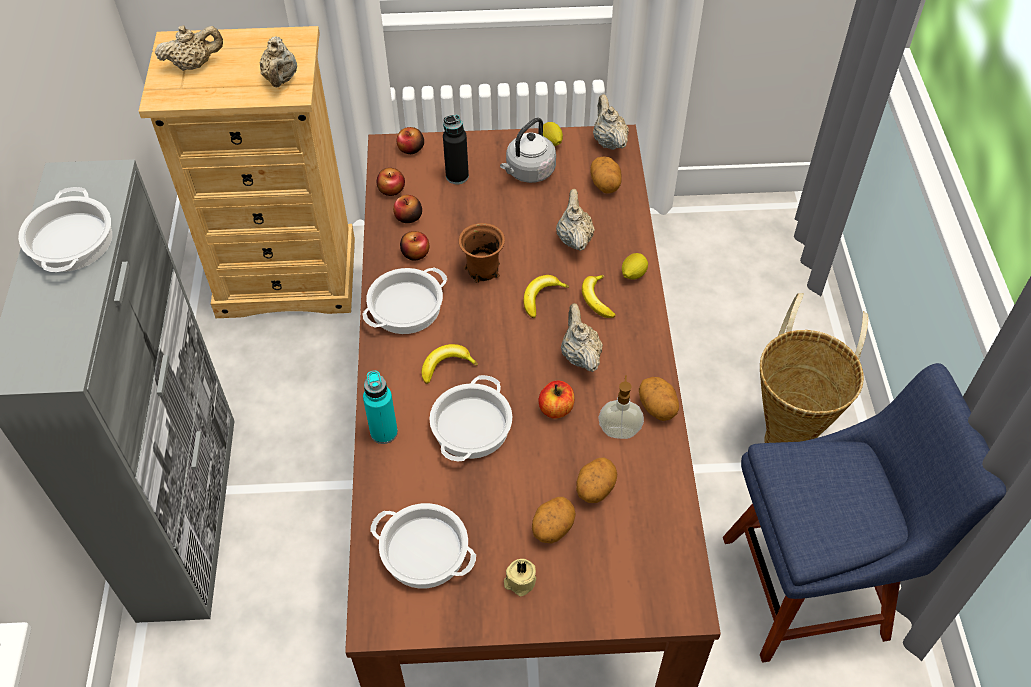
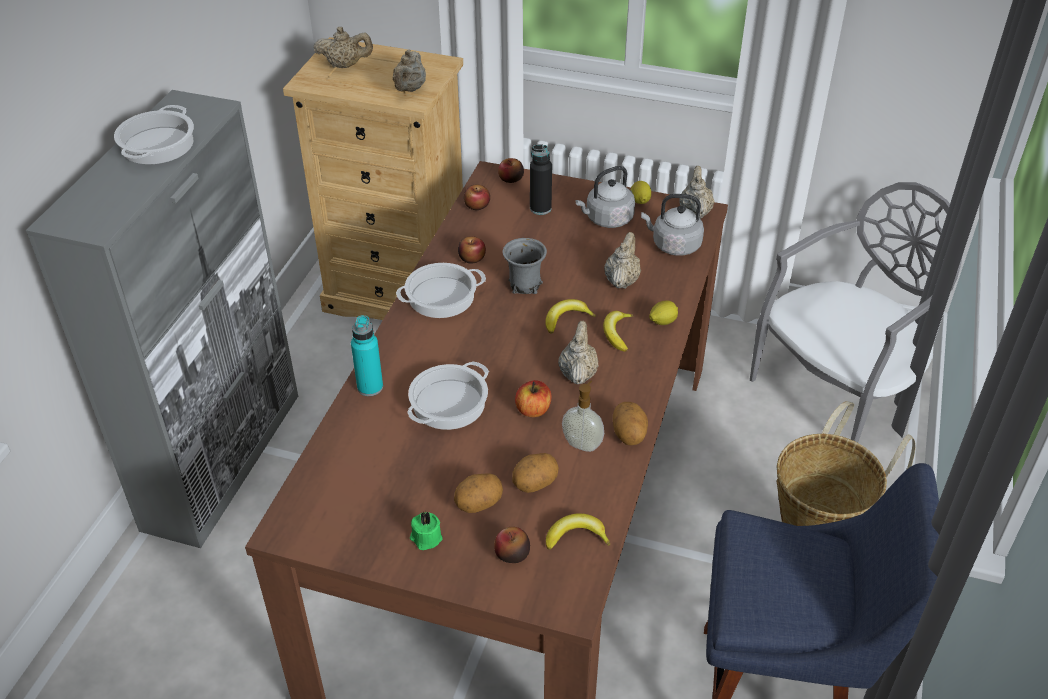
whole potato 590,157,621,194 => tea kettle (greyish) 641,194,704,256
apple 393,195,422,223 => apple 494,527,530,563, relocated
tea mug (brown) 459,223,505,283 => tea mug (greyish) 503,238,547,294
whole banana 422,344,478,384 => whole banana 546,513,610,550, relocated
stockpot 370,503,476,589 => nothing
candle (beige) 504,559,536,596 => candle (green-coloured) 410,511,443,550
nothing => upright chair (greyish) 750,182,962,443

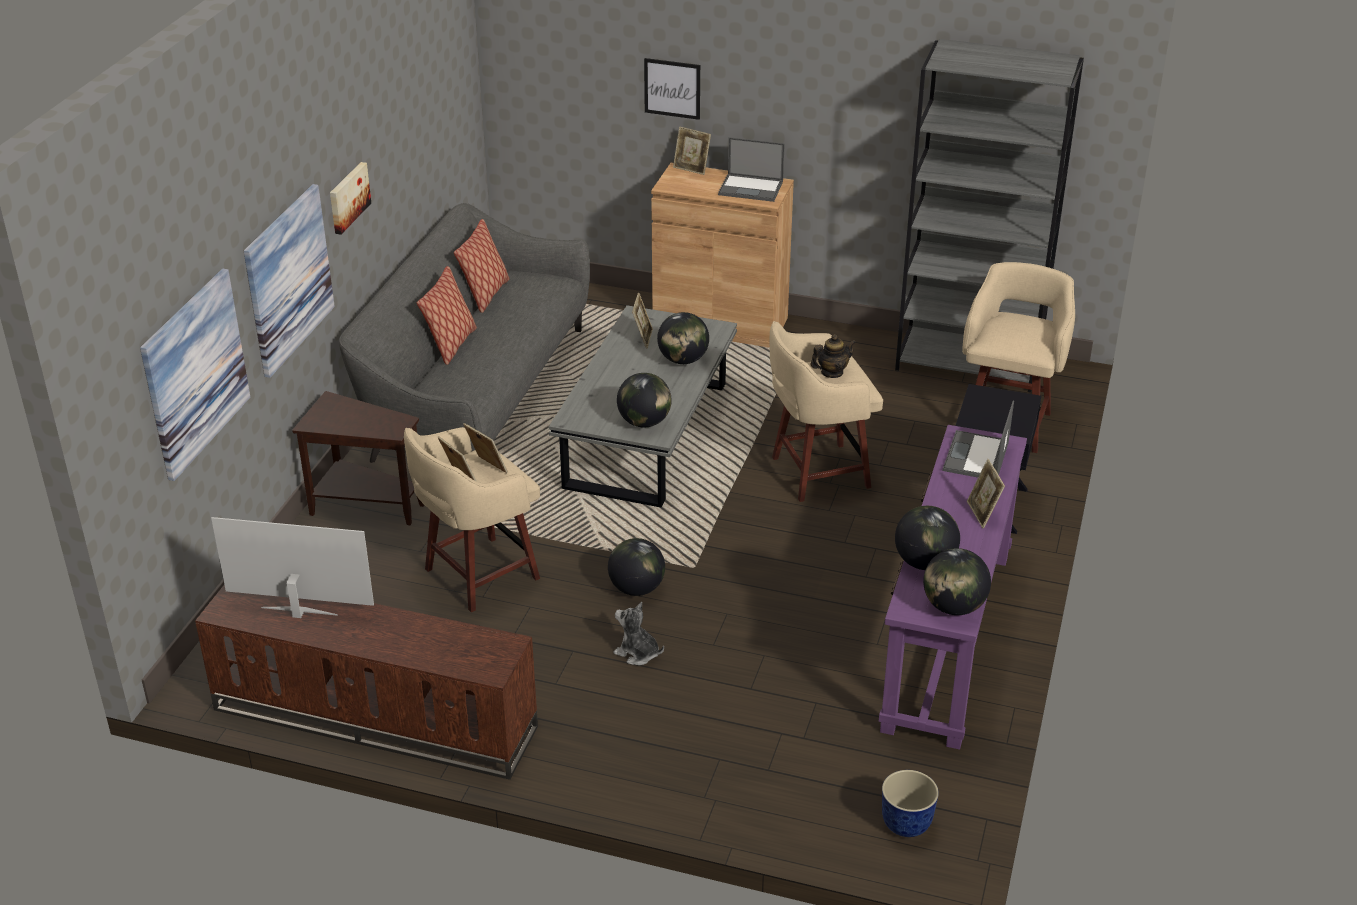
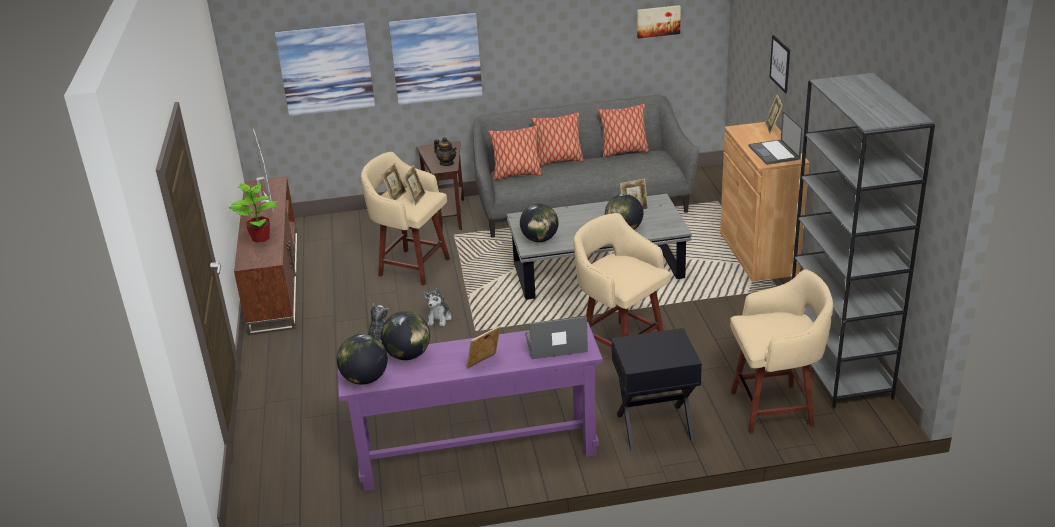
wall picture 330,162,371,235 => wall picture 637,5,681,39, relocated
tea pot 810,334,856,378 => tea pot 434,137,457,166, relocated
desk globe 608,538,665,596 => soft toy 423,288,452,327
flower pot 882,770,939,837 => nothing
nothing => throw pillow 488,125,542,180
nothing => plant in a pot 229,184,278,243

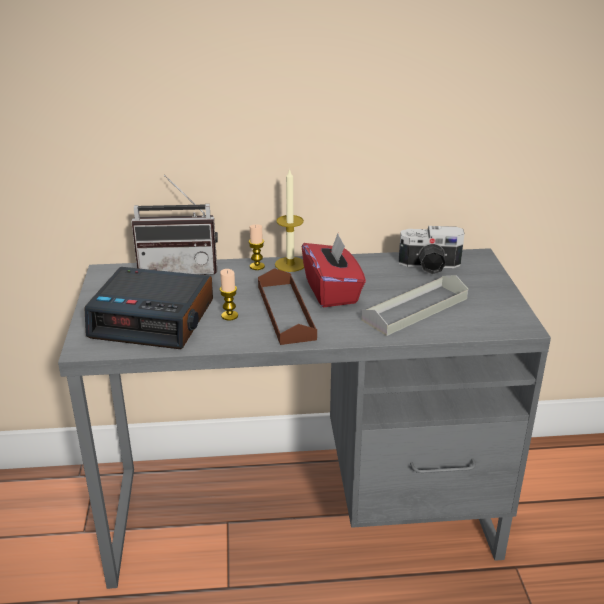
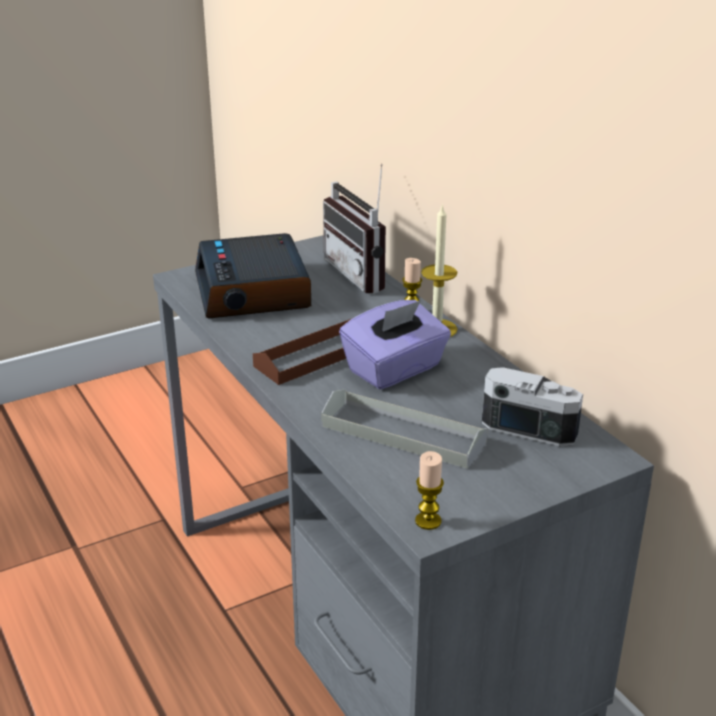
photo camera 399,226,464,274 => photo camera 482,367,583,446, 135 degrees clockwise
tissue box (red-coloured) 302,234,366,307 => tissue box (purplish) 339,300,451,389
candle 220,269,238,320 => candle 415,451,444,530, relocated

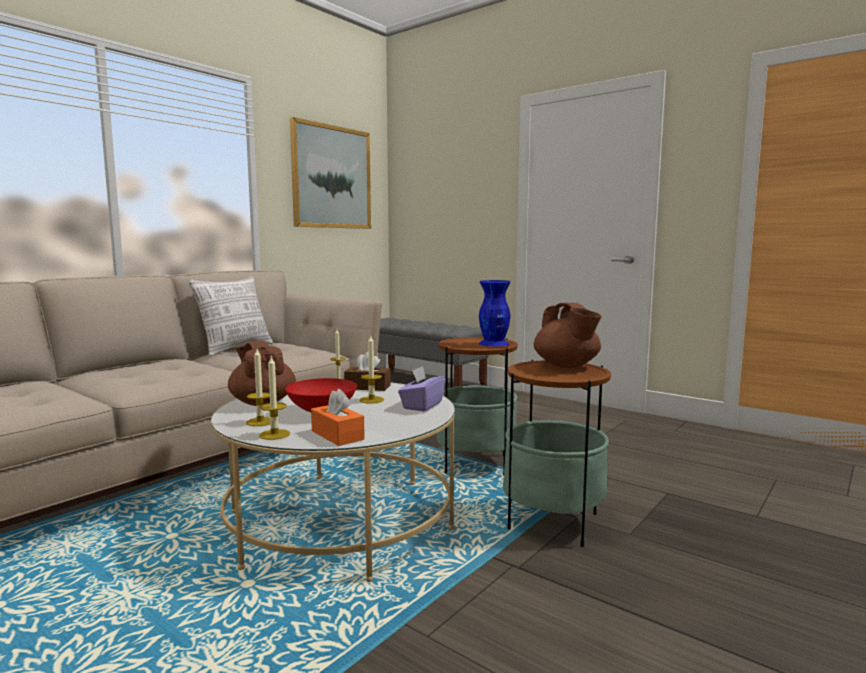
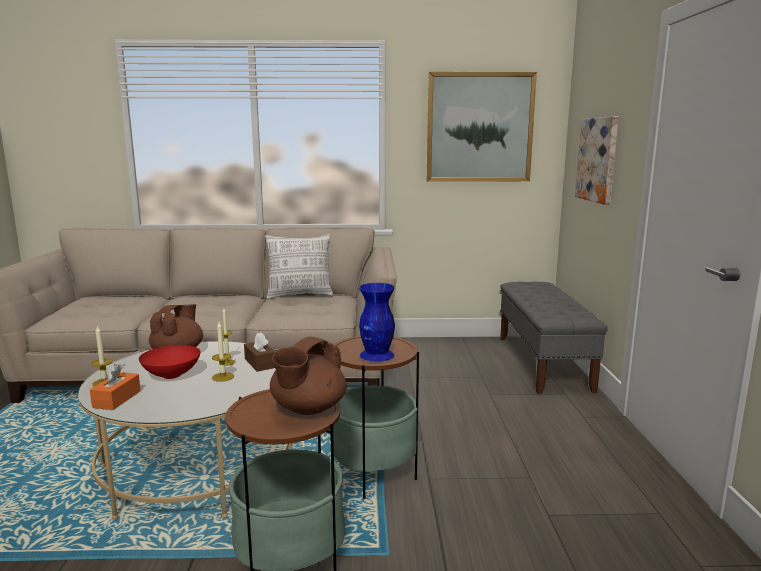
candle 246,349,270,426 => nothing
tissue box (purplish) 398,366,446,411 => nothing
nothing => wall picture 575,116,619,205

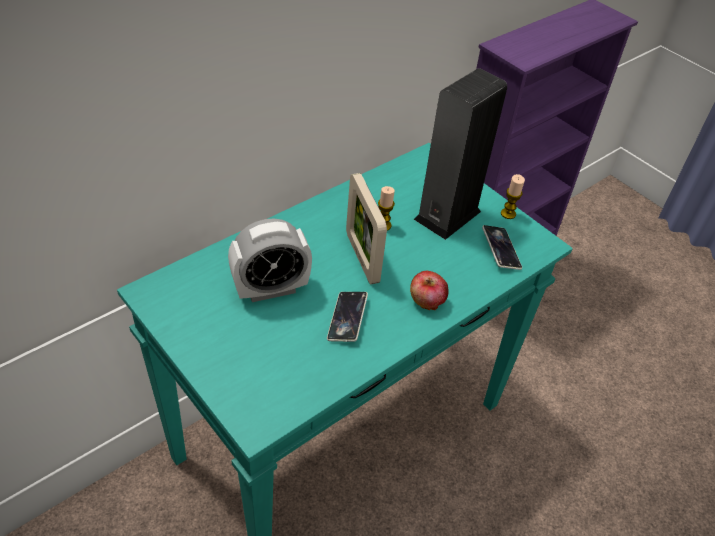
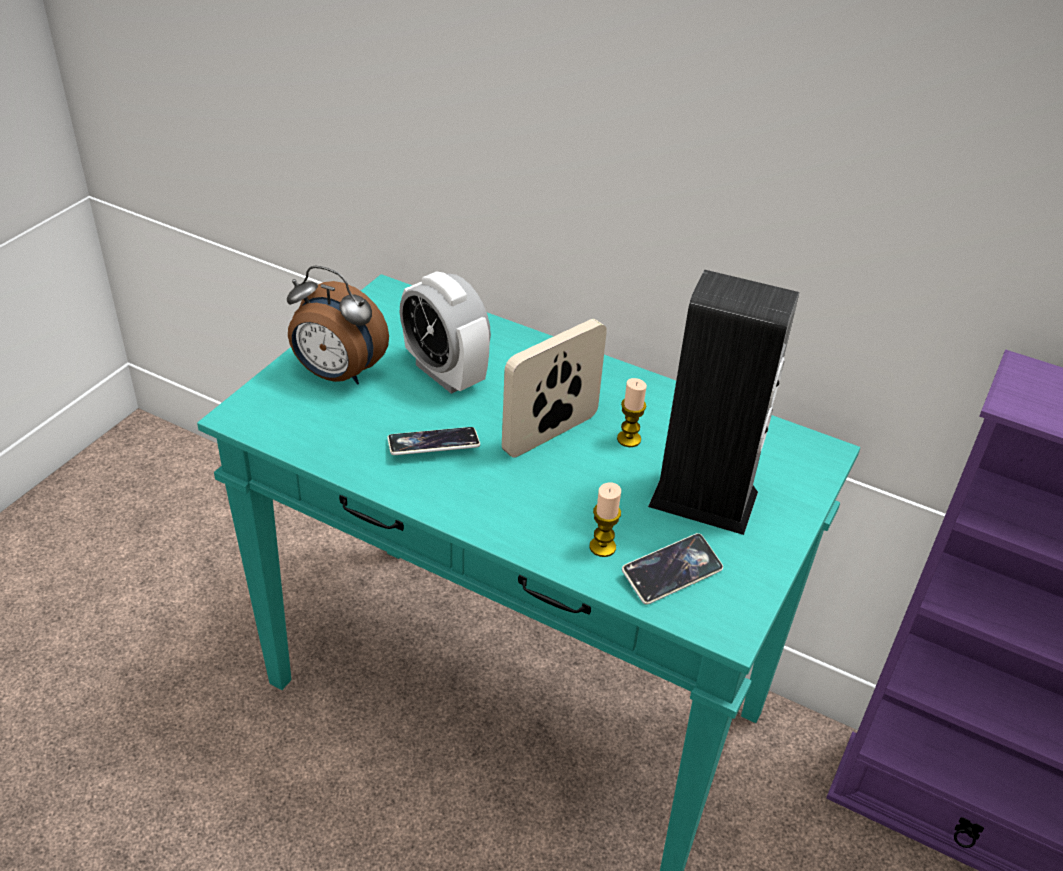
candle 501,174,525,219 => candle 590,482,621,557, relocated
apple 410,271,449,310 => nothing
nothing => alarm clock 287,266,389,385

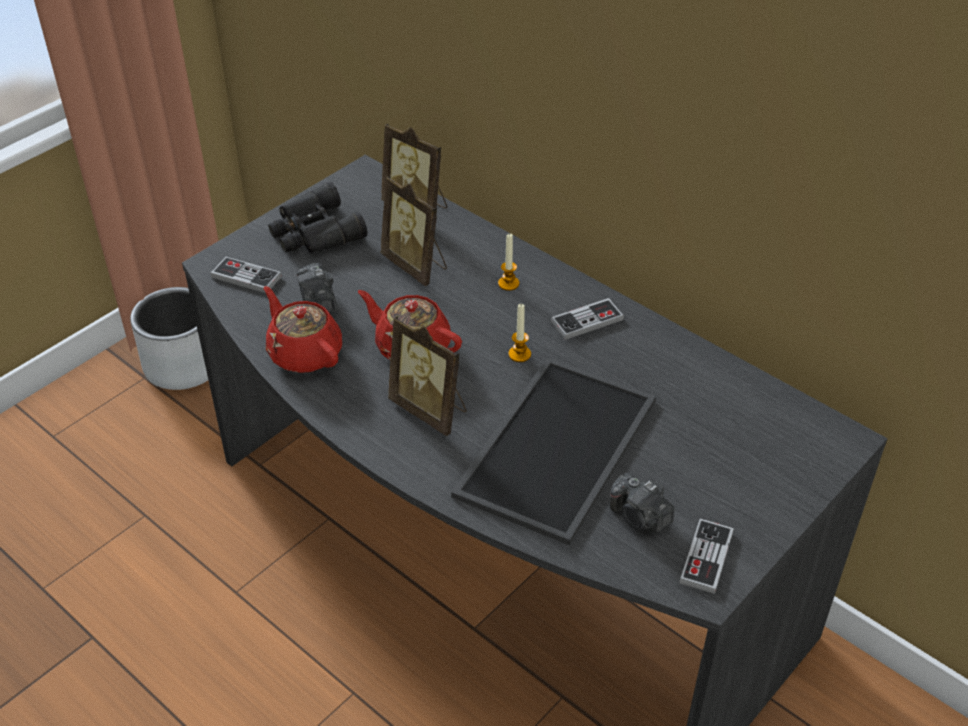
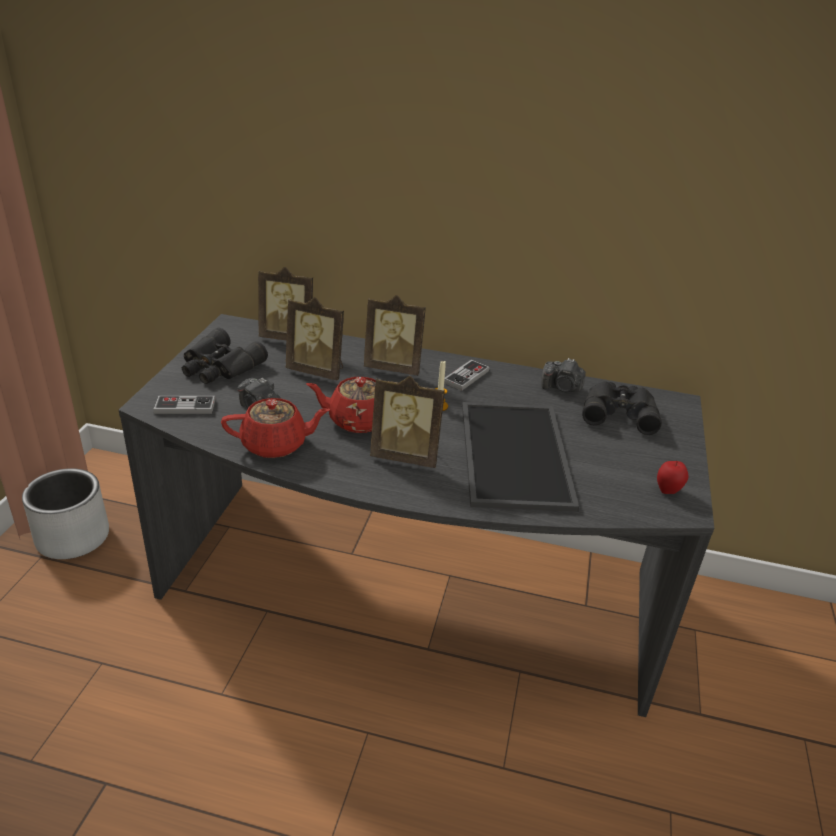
candle 498,233,519,291 => photo frame 364,295,426,375
tea pot (red-coloured) 264,286,342,373 => tea pot (red-coloured) 221,398,330,458, 150 degrees clockwise
photo camera 610,473,675,532 => photo camera 541,358,586,392, relocated
game controller 679,518,734,594 => apple 657,460,689,494
nothing => binoculars (black-coloured) 582,381,662,435

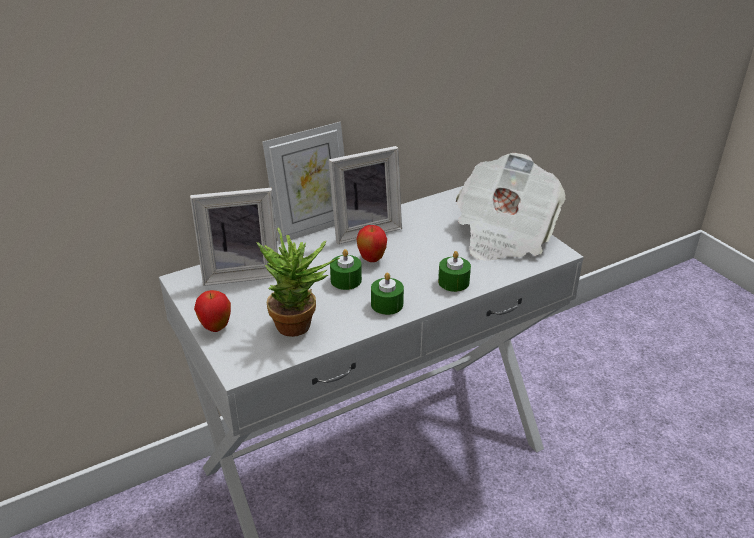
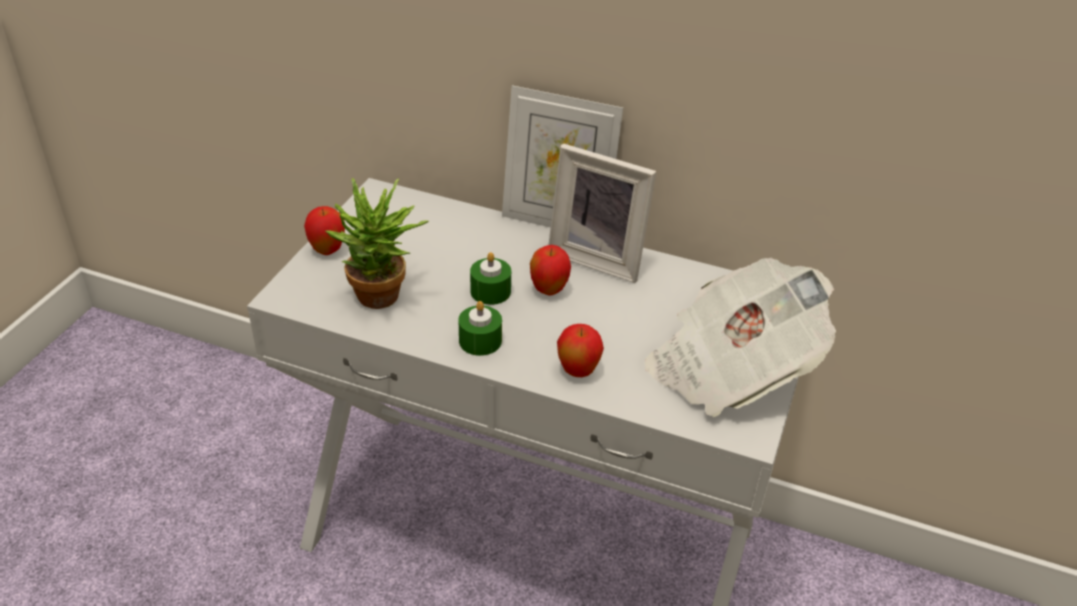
photo frame 190,188,278,286 => nothing
candle (green-coloured) 438,251,471,292 => apple 557,324,604,377

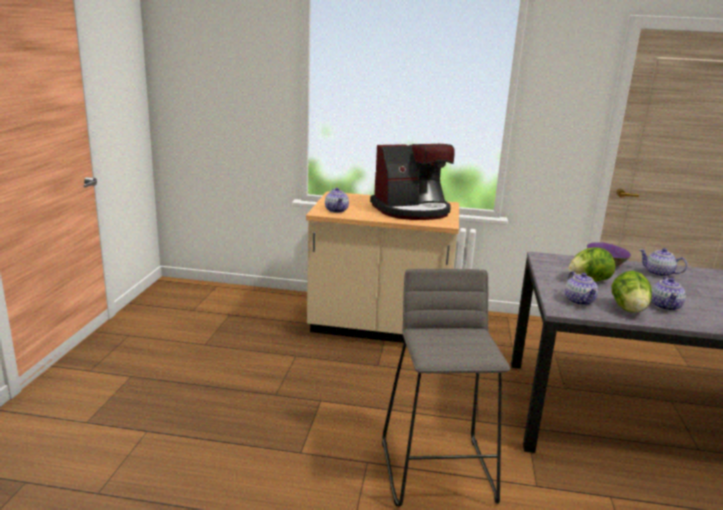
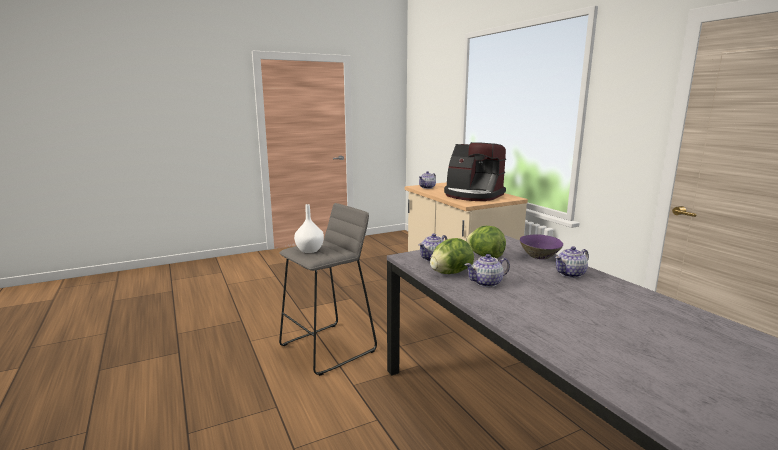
tea pot 639,248,687,277 => tea pot 555,246,589,278, 120 degrees counterclockwise
nothing => vase (white-coloured) 294,204,324,253

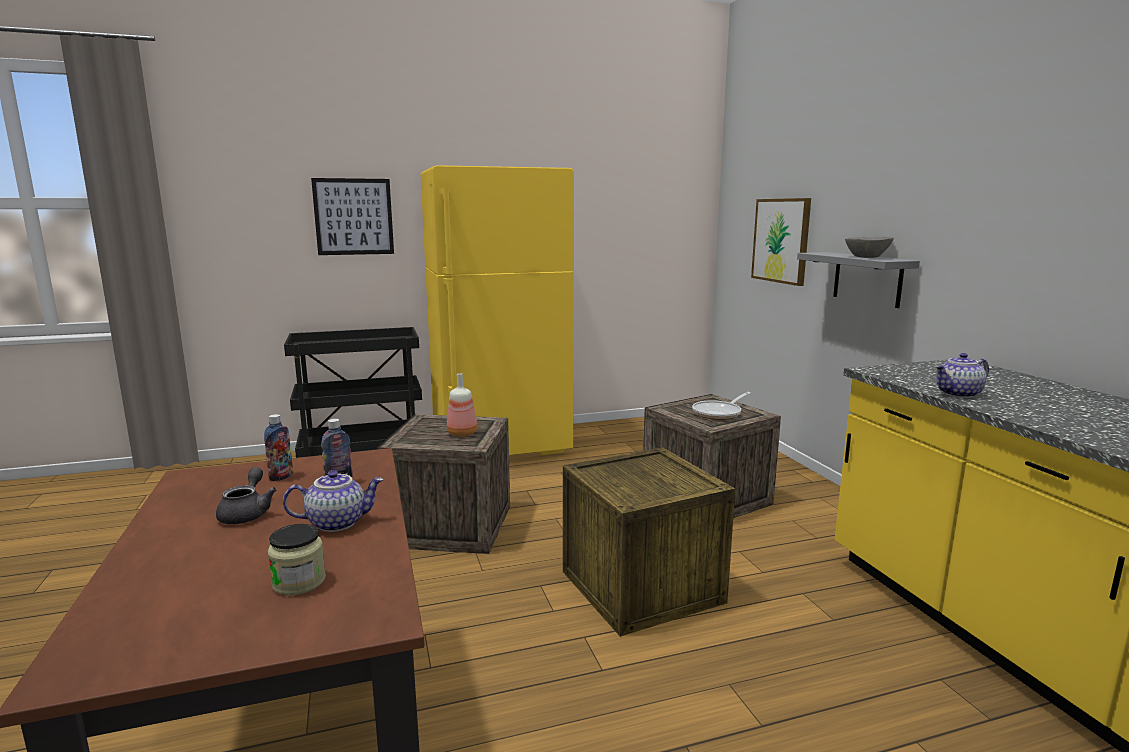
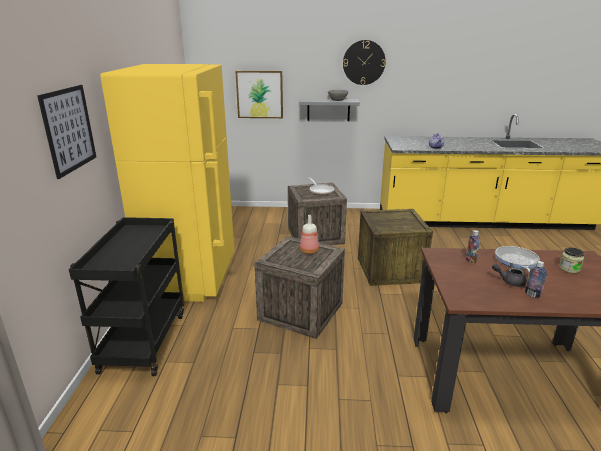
drink bottle 264,414,293,481 => drink bottle 525,261,547,298, relocated
tea pot 283,470,384,532 => frying pan 495,246,540,271
nothing => hanging clock 343,40,386,85

